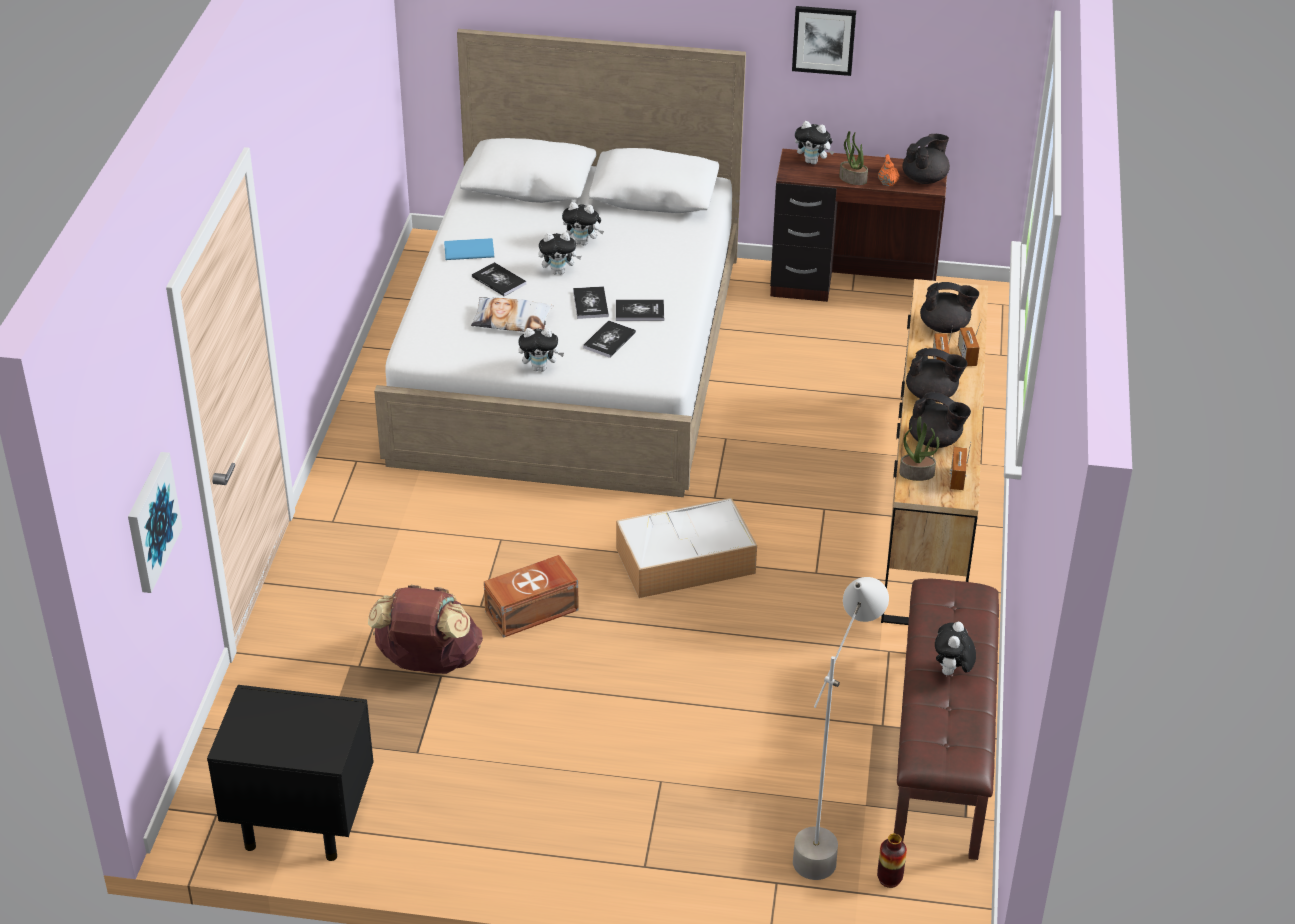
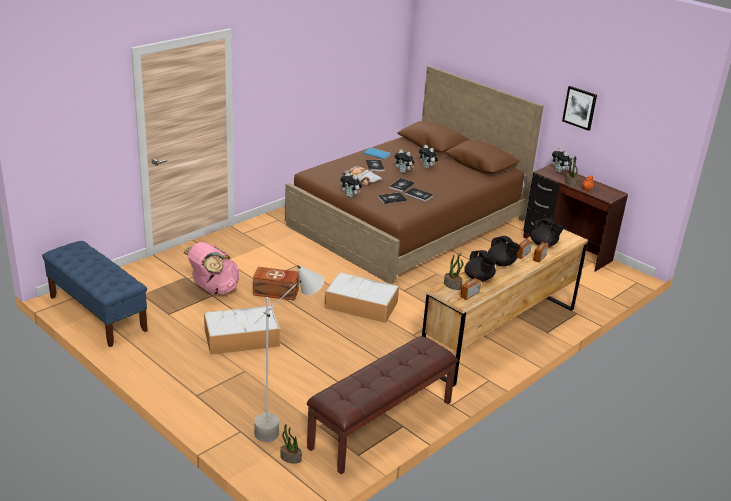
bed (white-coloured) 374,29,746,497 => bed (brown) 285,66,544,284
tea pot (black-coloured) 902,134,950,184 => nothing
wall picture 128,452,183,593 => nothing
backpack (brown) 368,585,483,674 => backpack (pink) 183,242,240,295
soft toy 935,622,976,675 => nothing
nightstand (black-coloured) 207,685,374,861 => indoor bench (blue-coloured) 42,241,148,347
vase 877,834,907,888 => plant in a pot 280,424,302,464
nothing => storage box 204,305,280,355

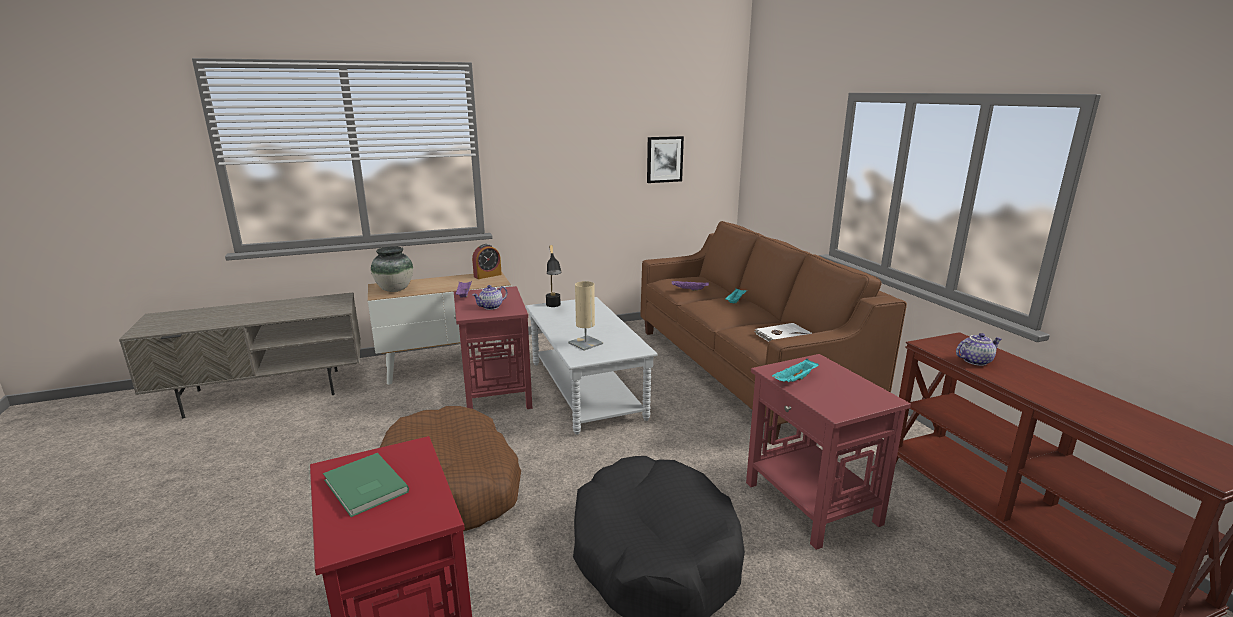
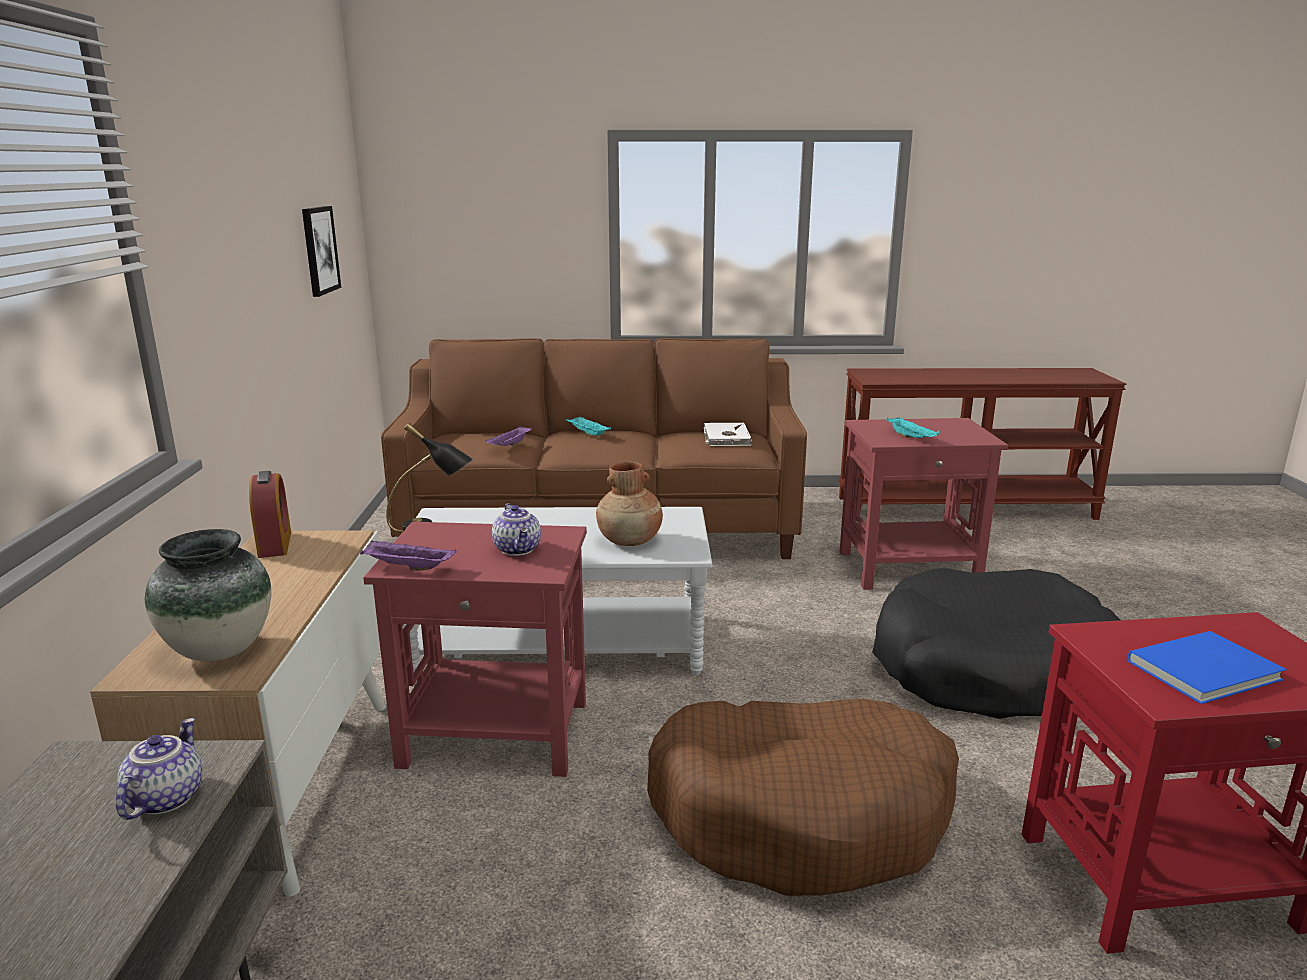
lamp for a table (beige) 568,281,603,351 => vase (brown) 596,462,663,546
tea pot 956,333,1002,366 => tea pot 116,718,202,820, relocated
volume (green-coloured) 323,453,409,517 => volume (blue-coloured) 1128,631,1287,704

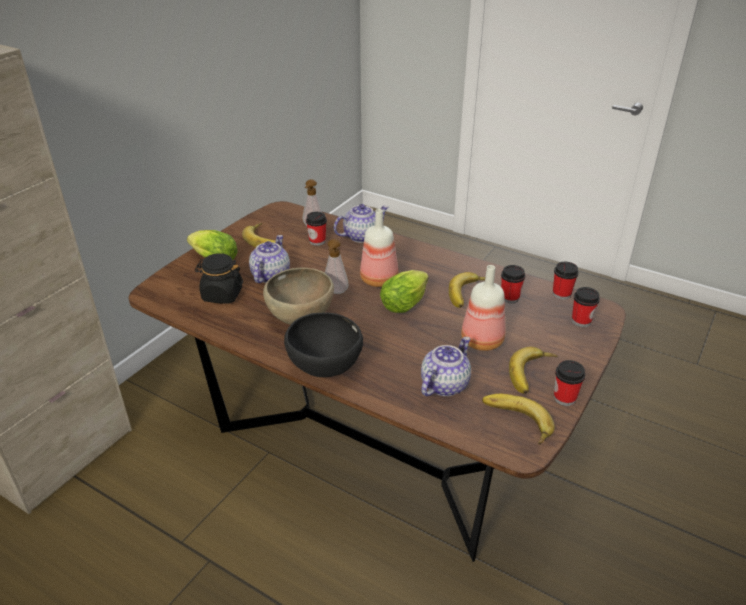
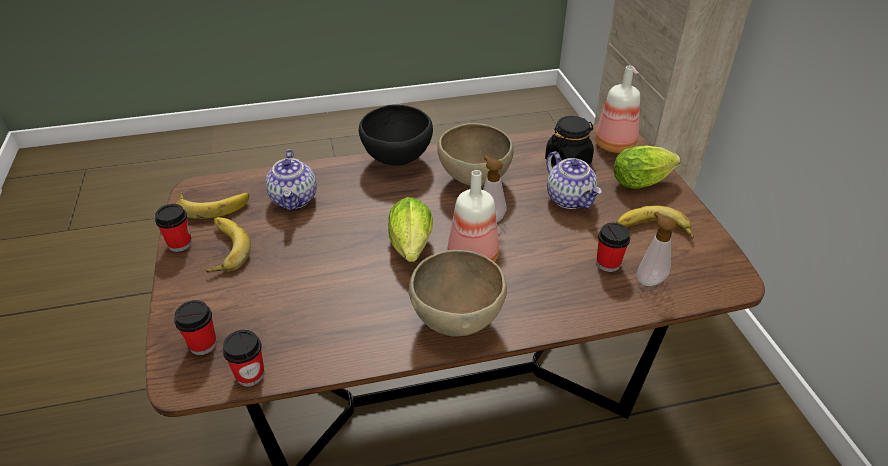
tea pot 334,204,389,243 => nothing
drink bottle 461,265,505,351 => drink bottle 595,66,640,153, relocated
drinking cup 501,265,525,303 => nothing
whole banana 449,272,485,308 => nothing
nothing => deep dish (brown) 409,250,507,336

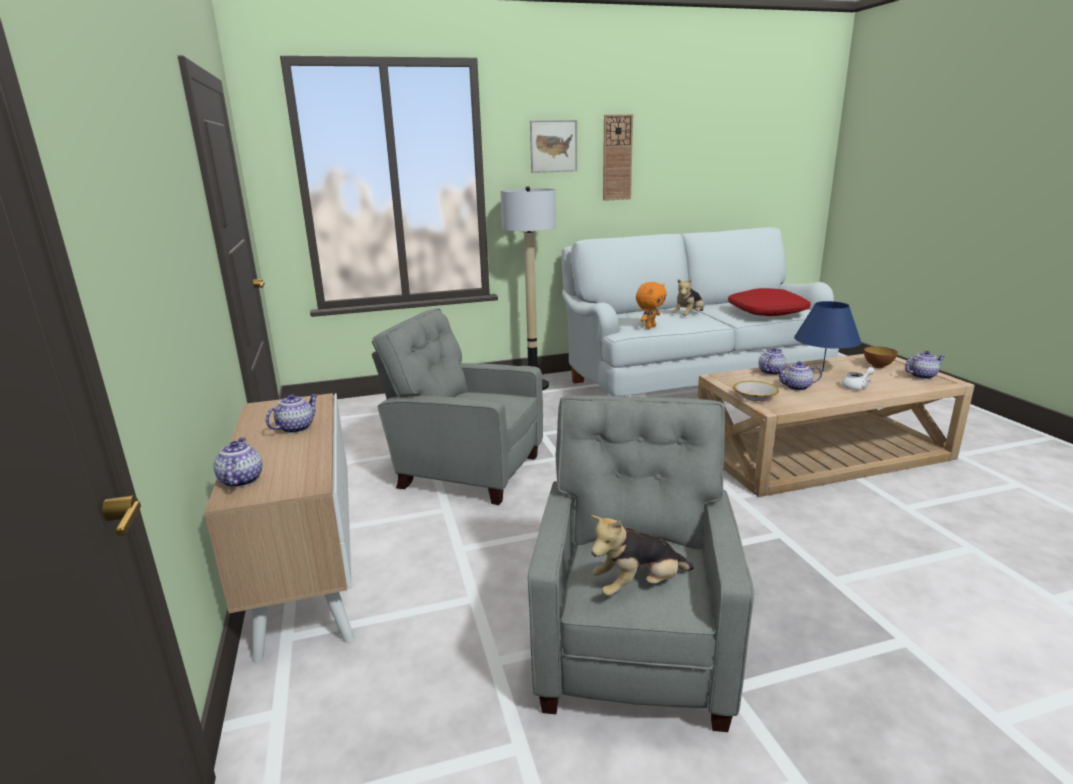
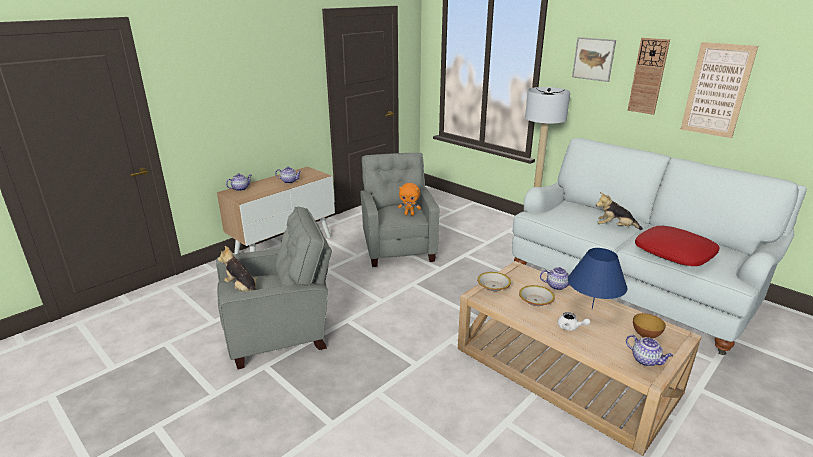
soft toy (orange) 636,282,667,329 => soft toy (orange) 398,183,421,216, relocated
tea pot 776,361,822,391 => deep dish 519,285,555,306
nothing => wall picture 680,42,758,138

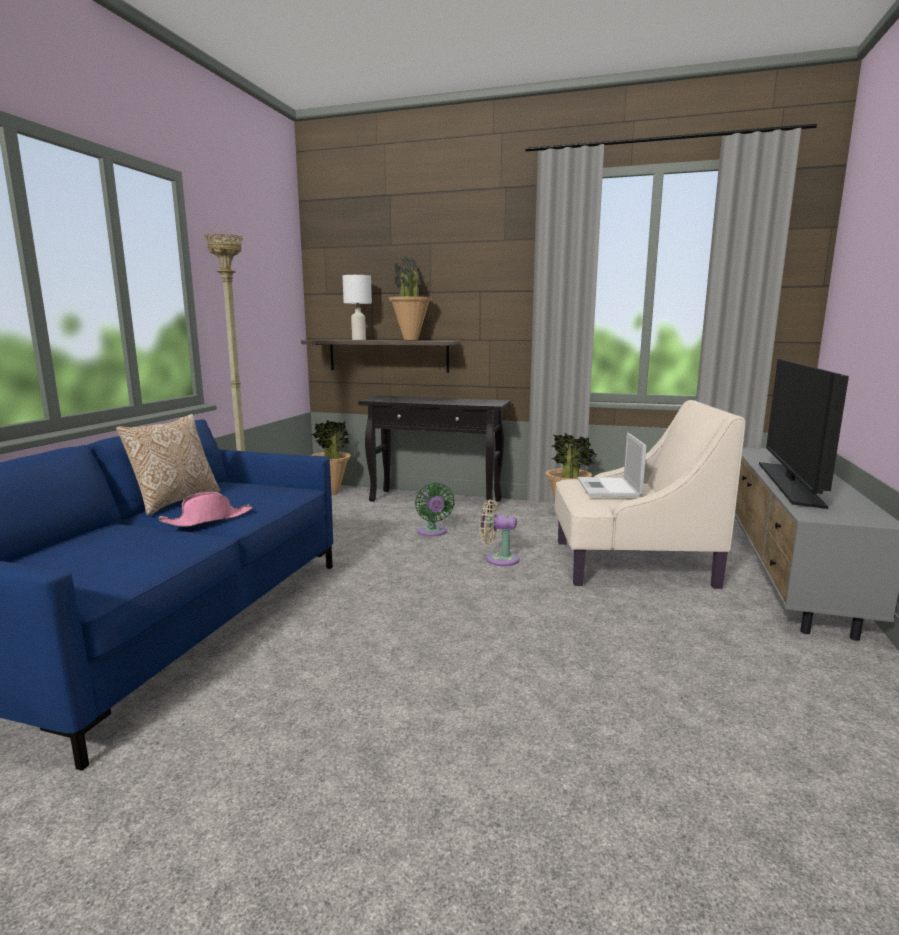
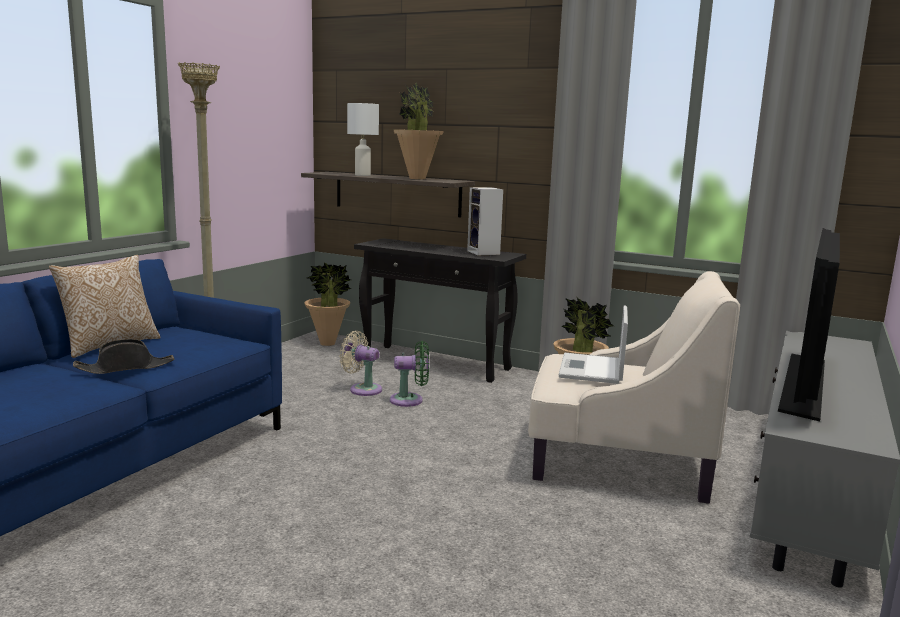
fan (green-coloured) 415,483,455,537 => fan (green-coloured) 390,341,429,407, 90 degrees counterclockwise
hat (pink) 159,492,252,527 => hat (black-coloured) 73,339,175,374
fan (beige) 479,499,519,566 => fan (beige) 339,331,382,396, relocated
nothing => audio speaker 467,187,503,255

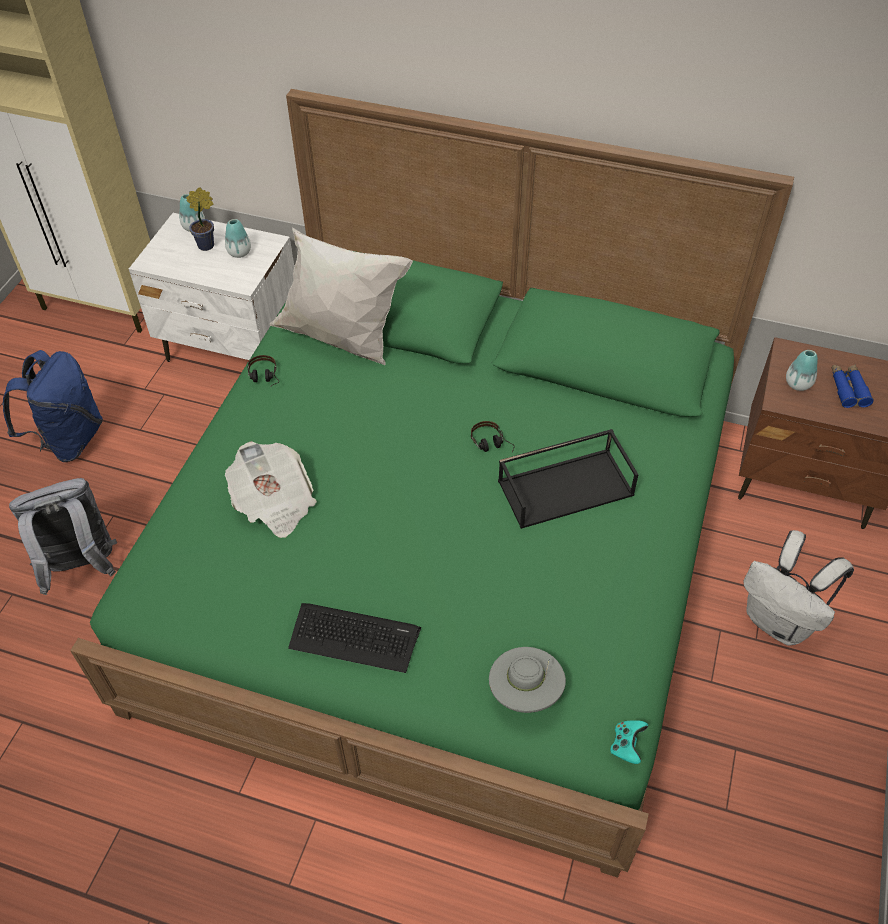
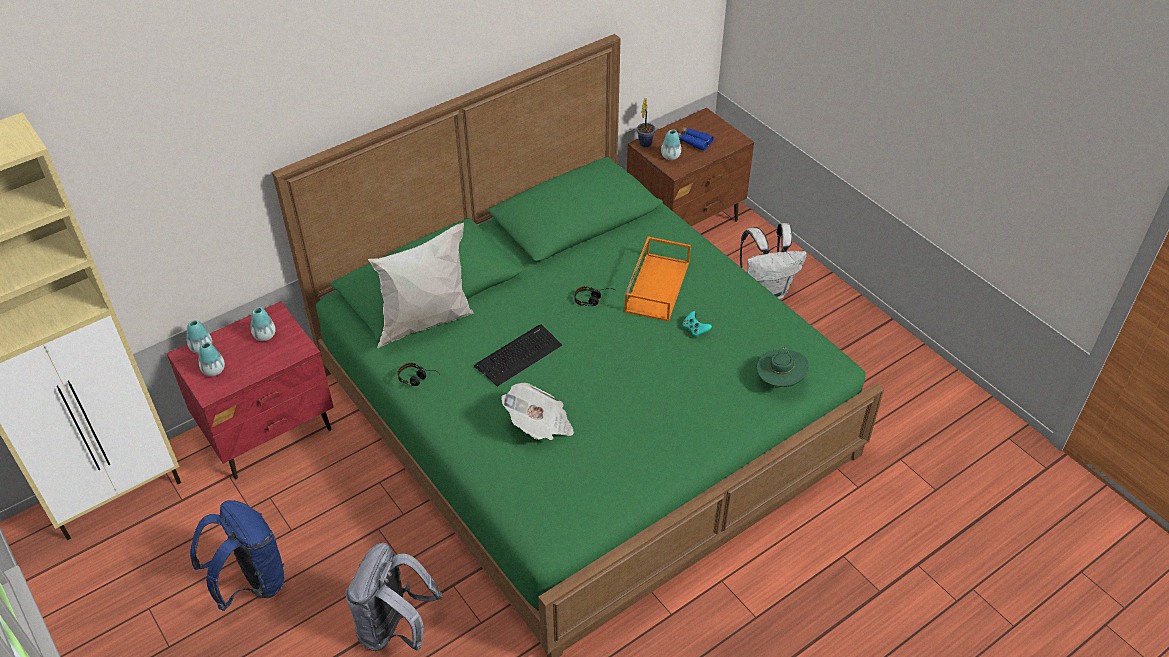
plant in a pot 186,187,214,251 => plant in a pot 637,98,656,147, relocated
nightstand (white-coloured) 129,213,294,362 => nightstand (red-coloured) 166,301,334,479
tray (black-coloured) 498,429,639,529 => tray (orange) 624,236,691,322
computer keyboard 288,603,421,673 => computer keyboard 474,324,562,387, relocated
hat (greyish) 489,647,566,713 => hat (green-coloured) 756,346,809,387
game controller (turquoise) 610,720,648,764 => game controller (turquoise) 683,311,712,337, relocated
nothing => vase 199,342,225,376

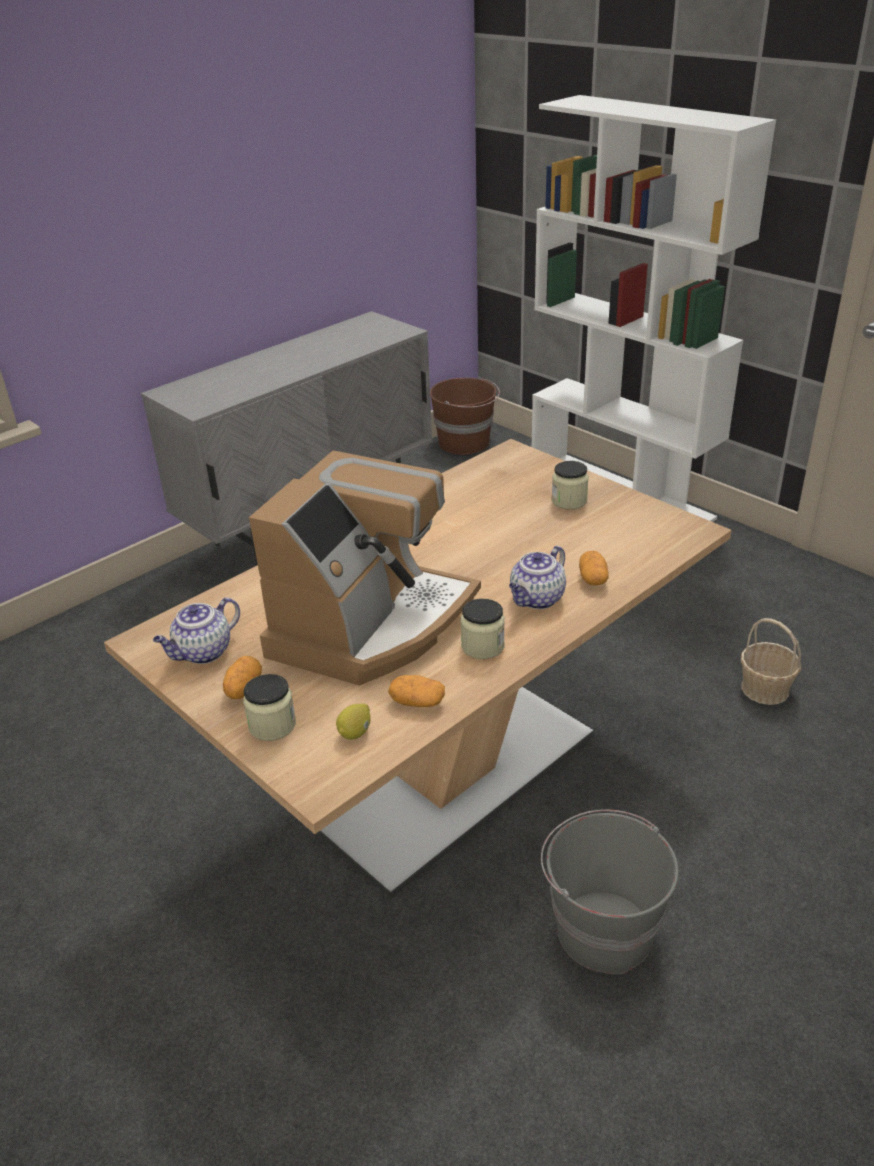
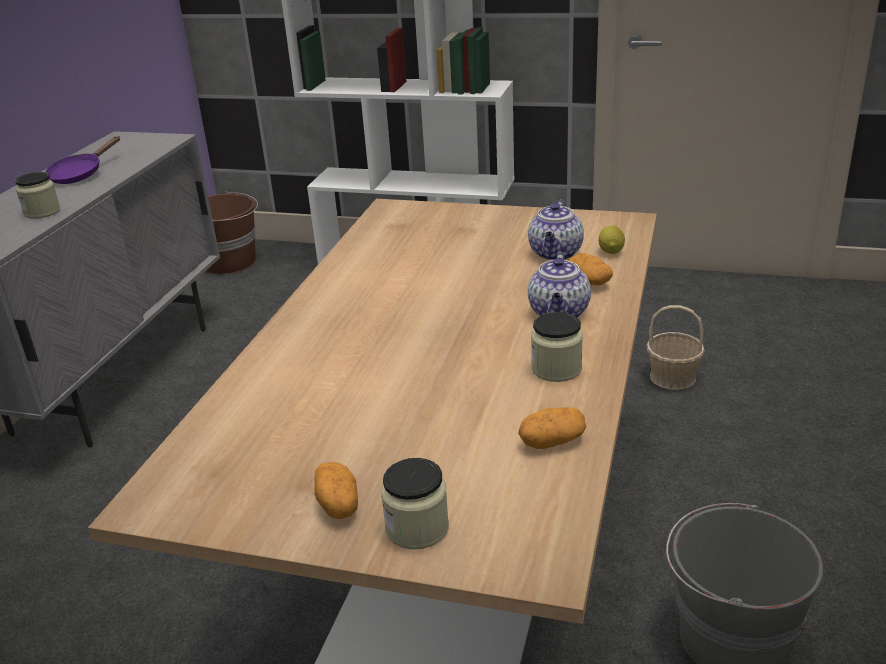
coffee machine 249,451,481,686 => nothing
jar 552,461,589,509 => jar 15,172,60,219, relocated
tea pot 153,598,240,664 => tea pot 528,200,584,260, relocated
whole lemon 336,704,371,740 => whole lemon 599,225,625,254, relocated
nothing => frying pan (purplish) 45,136,120,184

